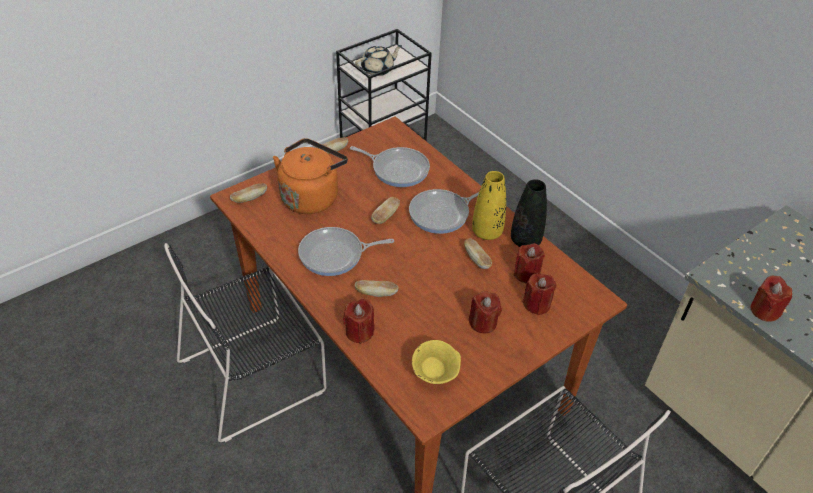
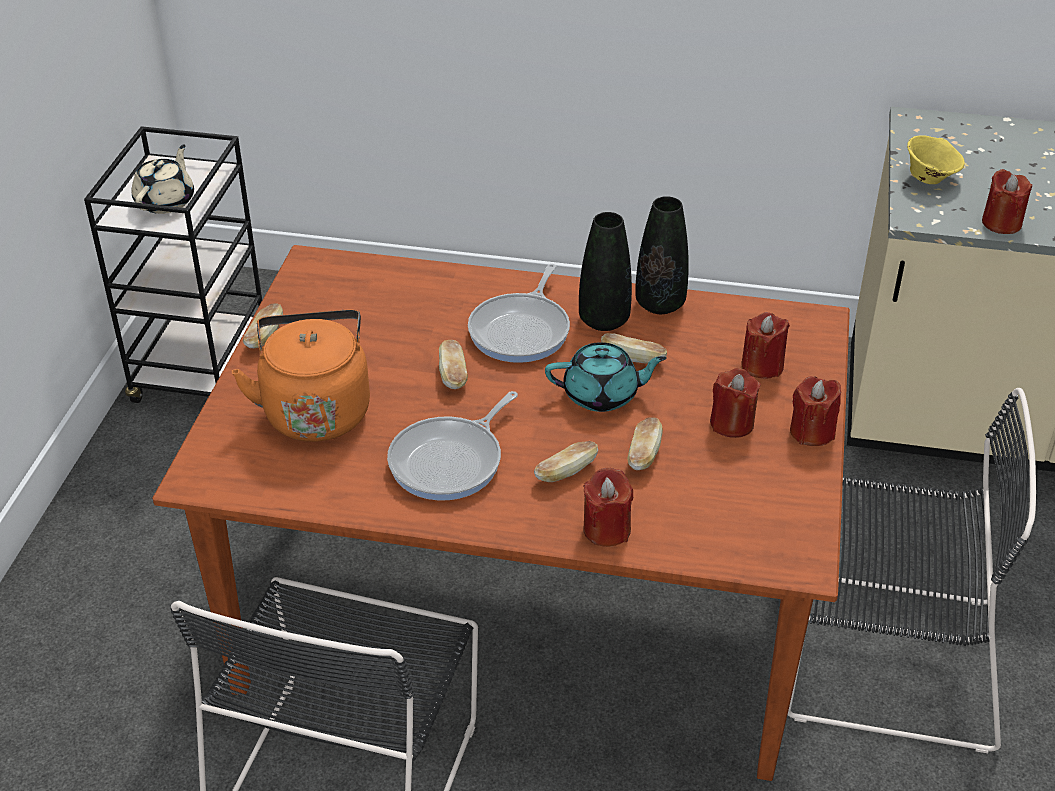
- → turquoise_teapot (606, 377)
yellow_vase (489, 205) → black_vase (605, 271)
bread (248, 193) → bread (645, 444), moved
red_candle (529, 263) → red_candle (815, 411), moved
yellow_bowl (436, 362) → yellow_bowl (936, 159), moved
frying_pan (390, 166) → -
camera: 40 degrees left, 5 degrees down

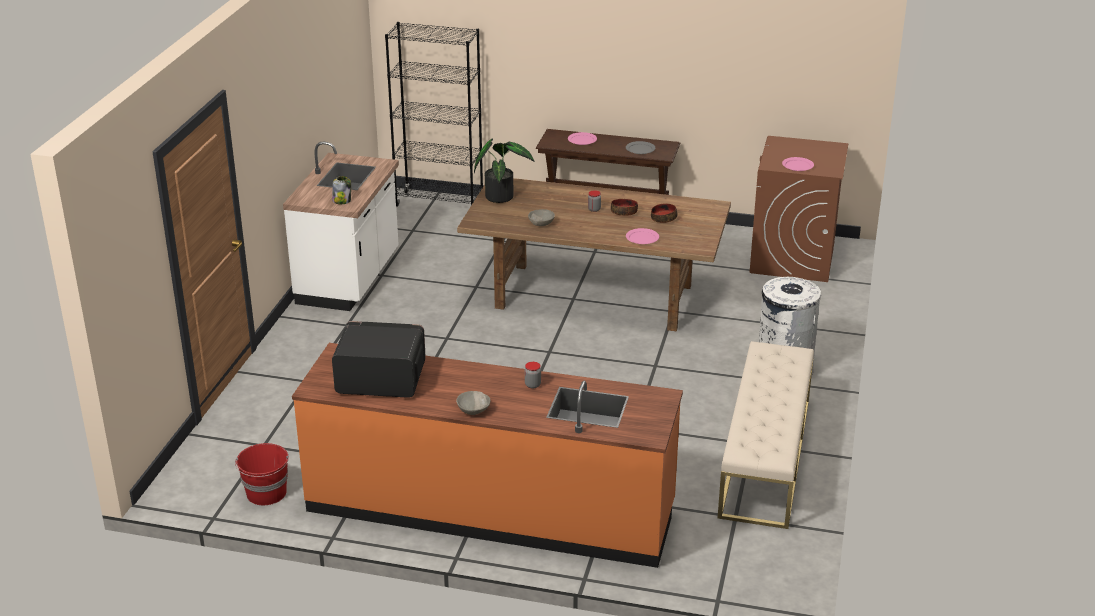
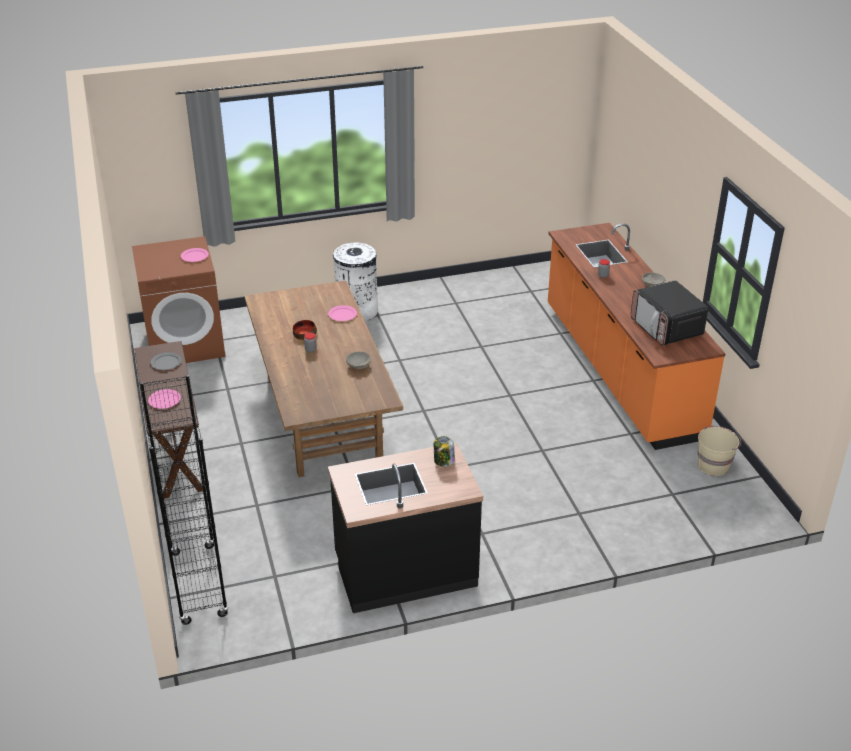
white_counter (341, 226) → black_counter (405, 528)
red_bucket (262, 474) → beige_bucket (719, 451)
potted_plant (504, 170) → -
bowl (664, 213) → -
beige_bench (766, 435) → -
camera: 120 degrees left, 5 degrees up

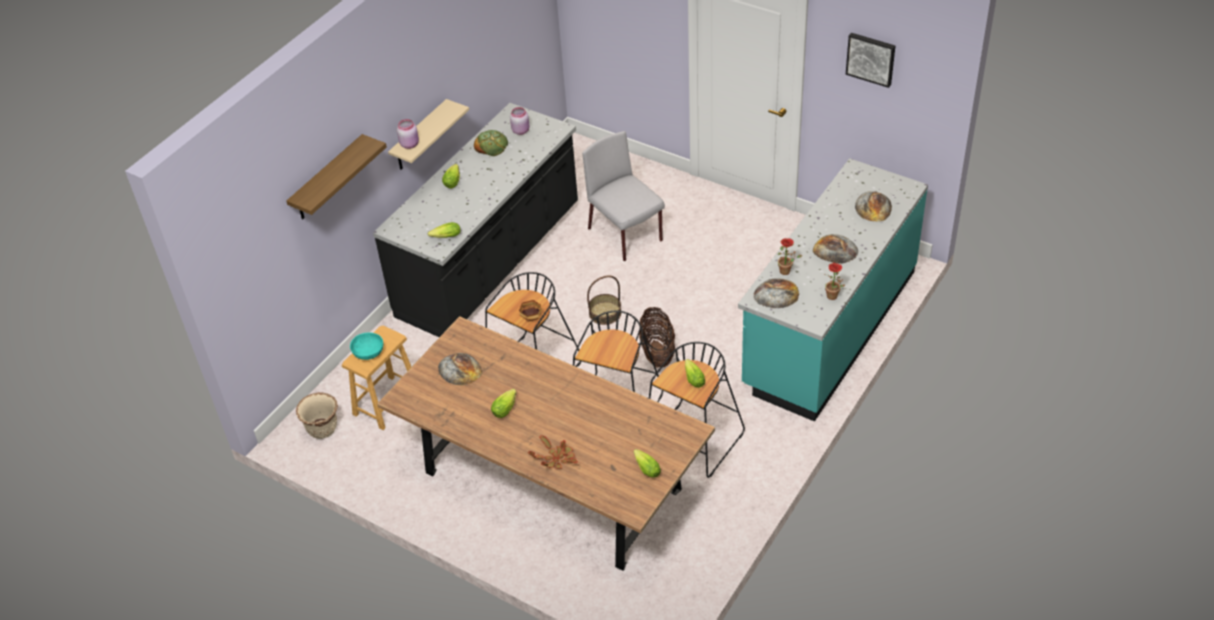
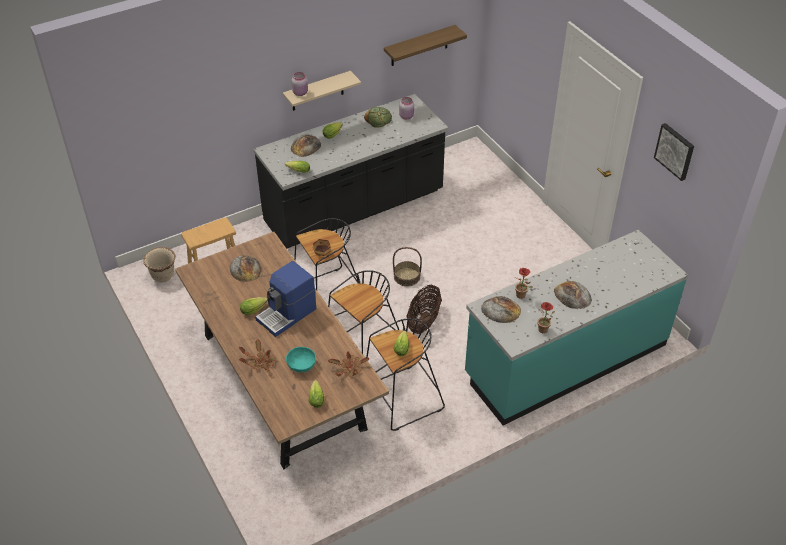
- → coffee_machine (285, 299)
turquoise_bowl (366, 346) → turquoise_bowl (301, 359), moved
bread (873, 206) → bread (306, 145), moved
- → potted_plant (348, 363)
shelf (336, 176) → shelf (425, 45), moved
grey_chair (623, 196) → -
camera: 25 degrees right, 0 degrees up

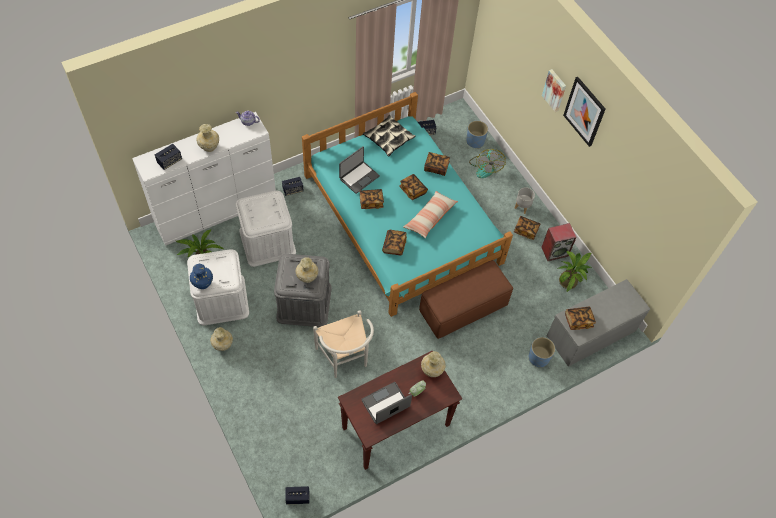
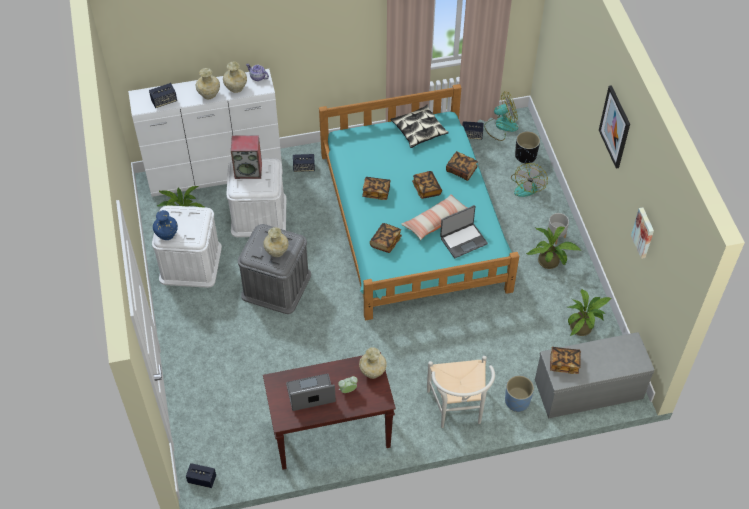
beige_vase (221, 339) → beige_vase (235, 77), moved
speaker (559, 242) → speaker (246, 157), moved
white_chair (343, 344) → white_chair (461, 392), moved
laptop (359, 170) → laptop (464, 231), moved
- → fan (501, 116)
blue_planter (477, 134) → black_planter (527, 147)
book (527, 228) → potted_plant (553, 248)
picture (554, 90) → picture (642, 233), moved
brown_ottoman (466, 299) → -
camera: 20 degrees right, 5 degrees down

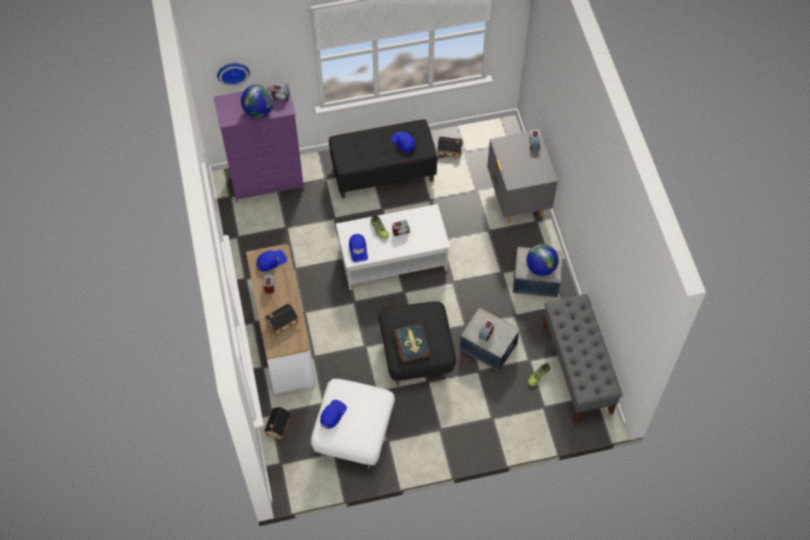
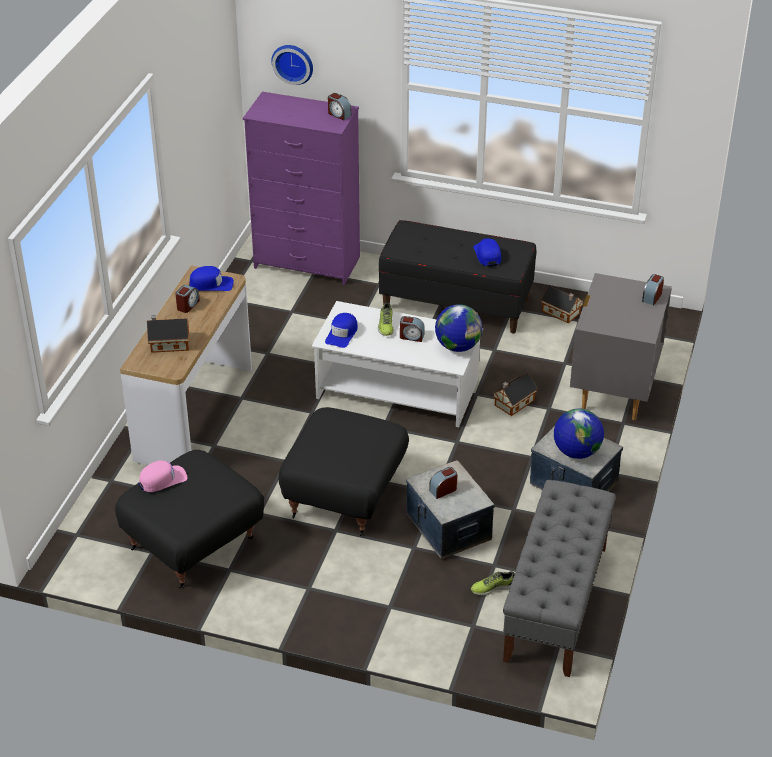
white_ottoman (353, 424) → black_ottoman (189, 519)
blue_cap (333, 414) → pink_cap (163, 476)
globe (257, 101) → globe (459, 328), moved
toy_house (277, 423) → toy_house (515, 394), moved
book (411, 343) → -
camera: 30 degrees right, 20 degrees down

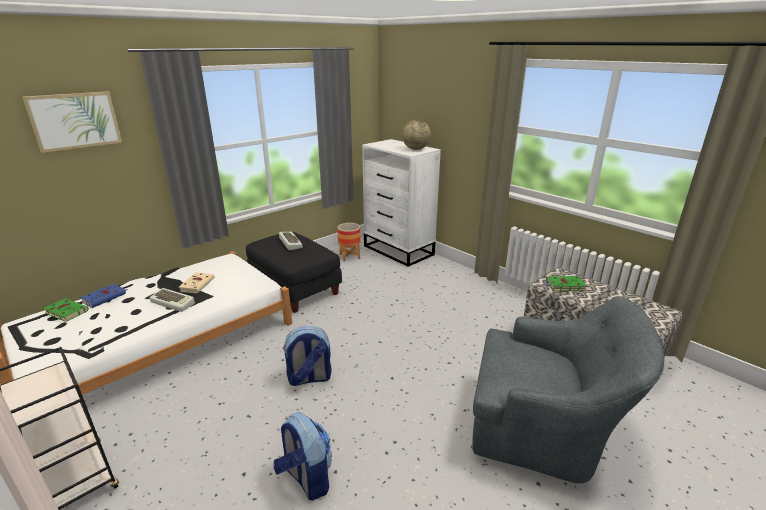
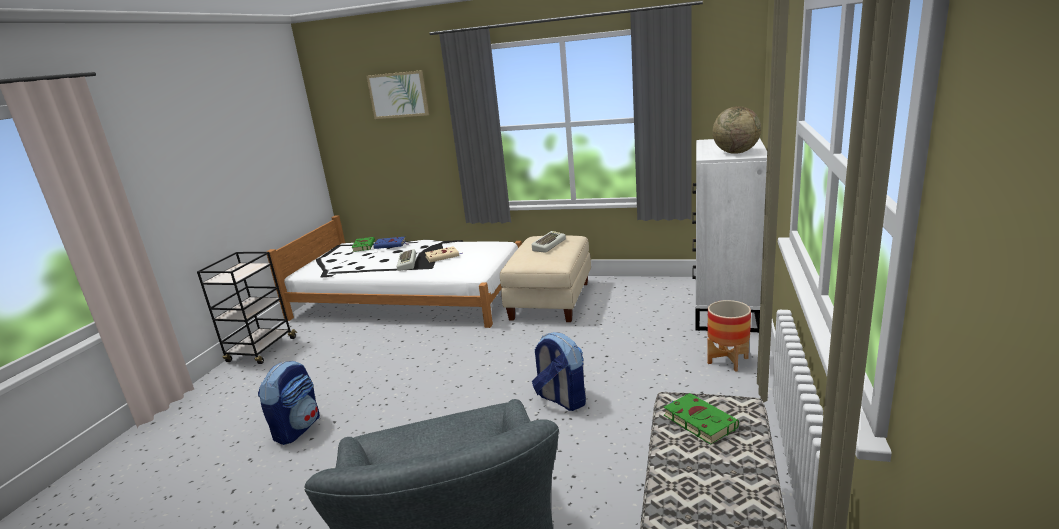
black_ottoman (294, 272) → beige_ottoman (545, 278)
backpack (307, 356) → backpack (559, 371), moved
planter (349, 242) → planter (729, 336), moved
camera: 60 degrees right, 5 degrees down

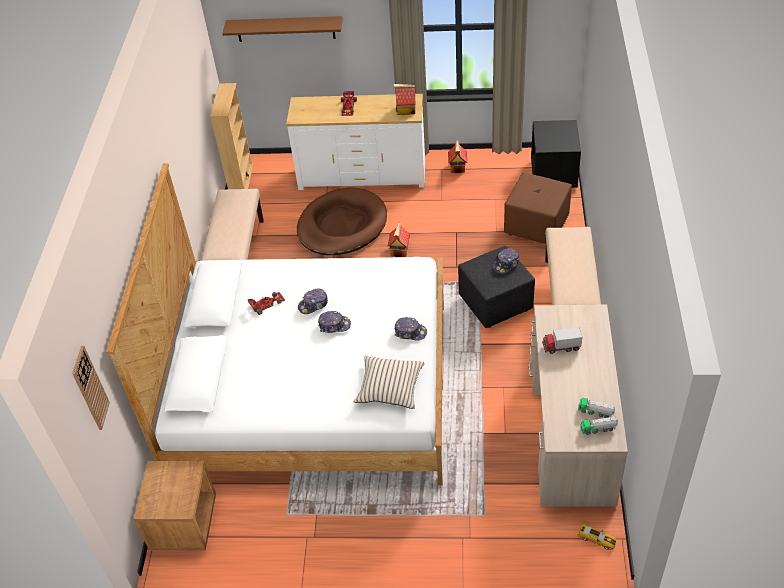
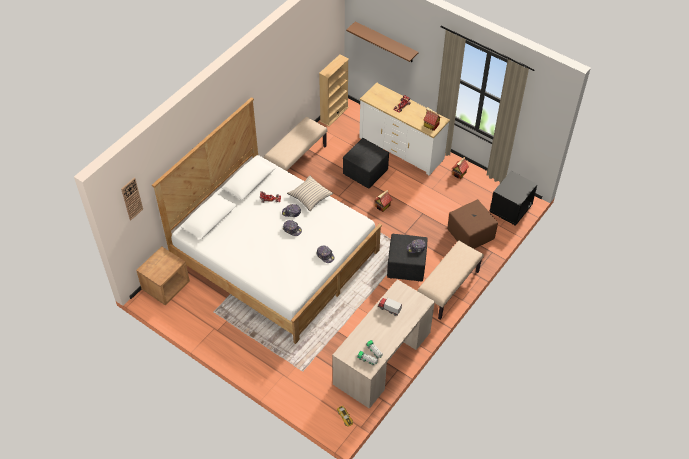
beige_pillow (389, 382) → beige_pillow (310, 193), moved
brown_dog_bed (342, 221) → black_ottoman (366, 163)
camera: 30 degrees right, 5 degrees up

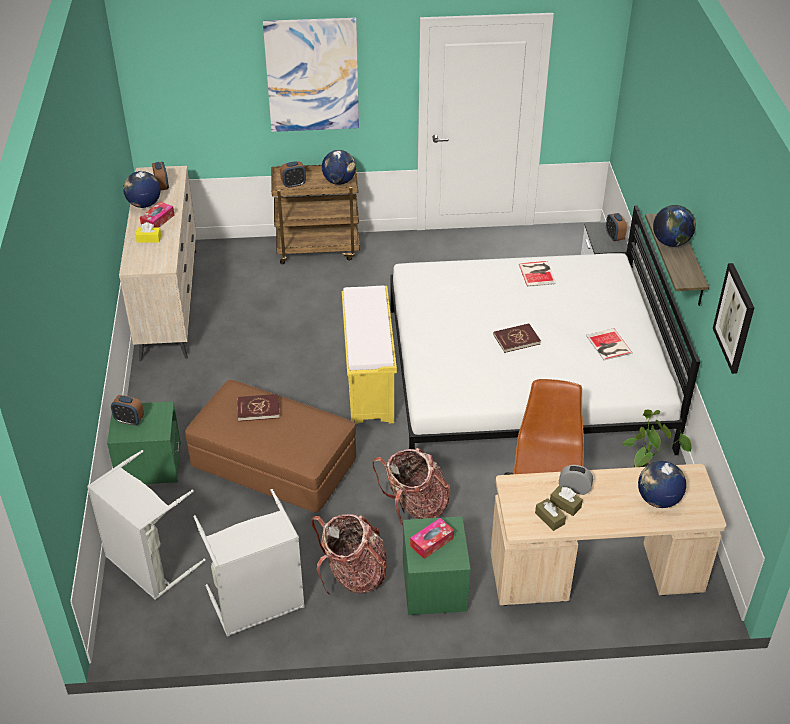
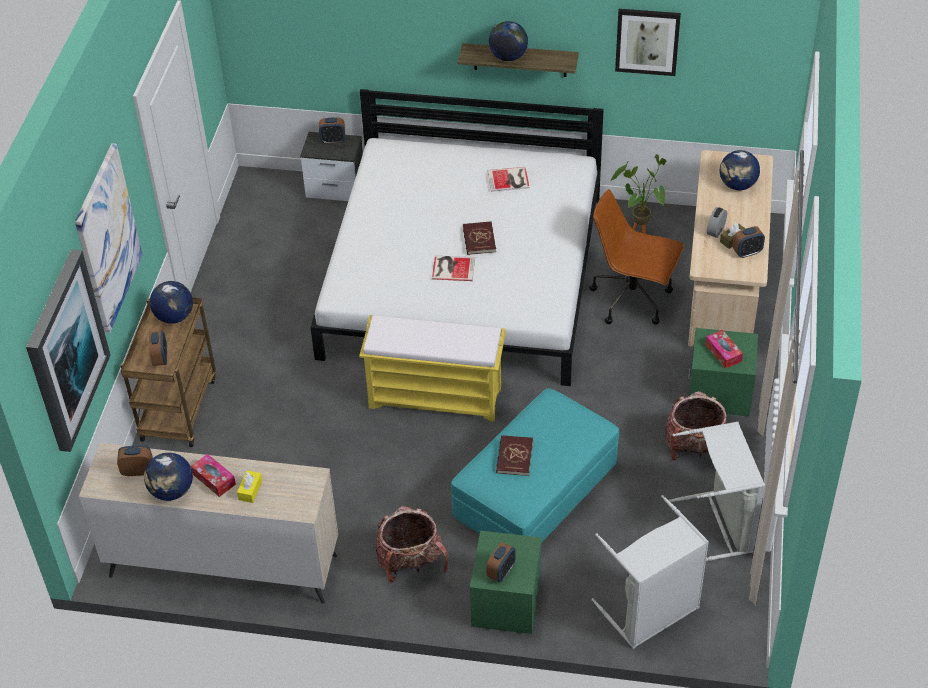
- → picture (68, 350)
backpack (411, 487) → backpack (411, 544), moved
book (537, 274) → book (453, 268), moved
brown_ottoman (270, 446) → turquoise_ottoman (535, 465)
brown_tissue_box (550, 514) → alarm_clock (748, 242)
camera: 75 degrees left, 5 degrees up

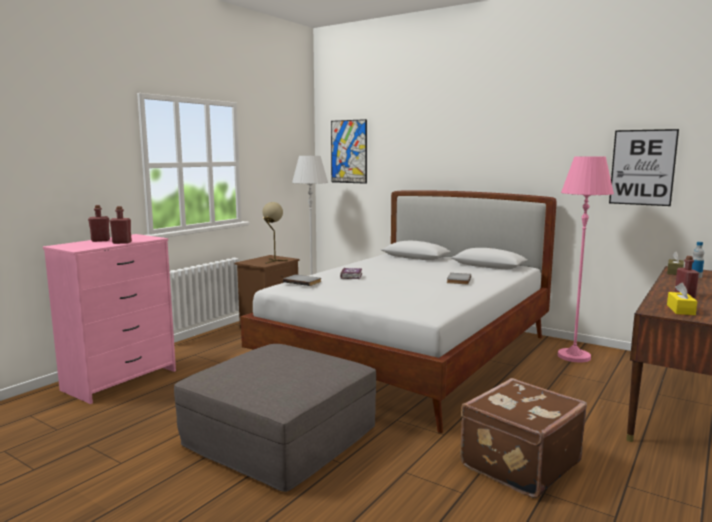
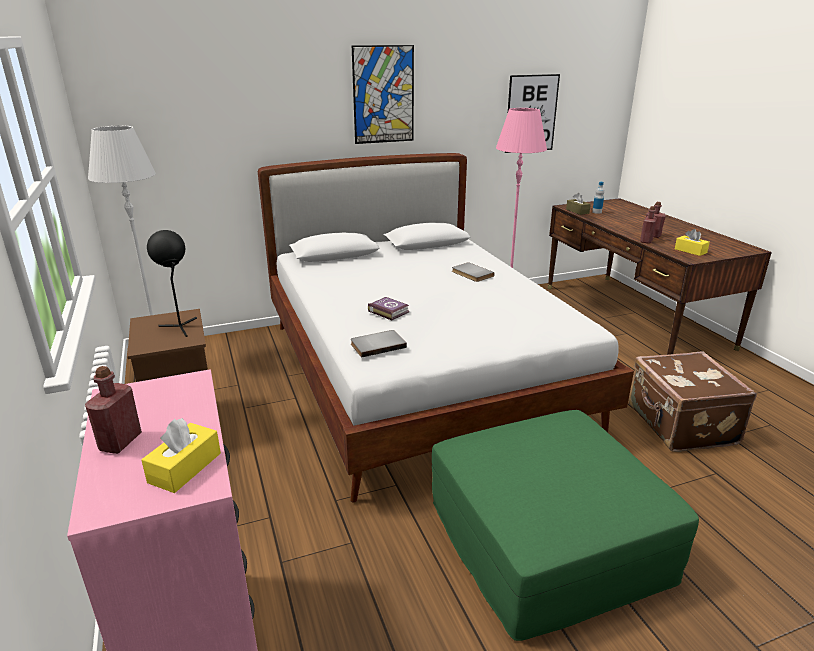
- → yellow_tissue_box (181, 455)
beige_table_lamp (275, 233) → black_table_lamp (172, 283)
picture (349, 151) → picture (383, 94), moved
grey_ottoman (275, 418) → green_ottoman (565, 525)
red_bottle (121, 225) → red_bottle (648, 225), moved
camera: 55 degrees left, 15 degrees up

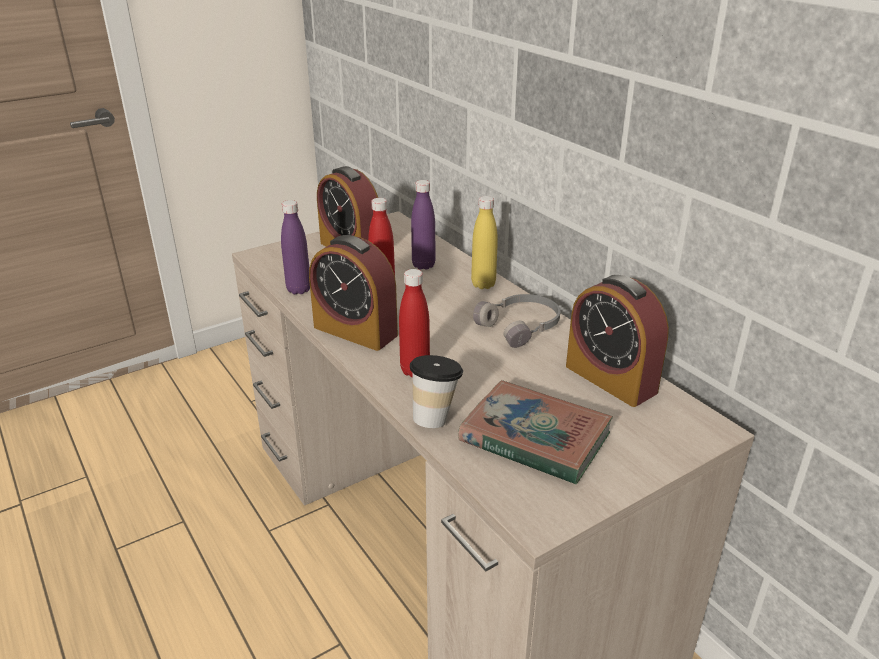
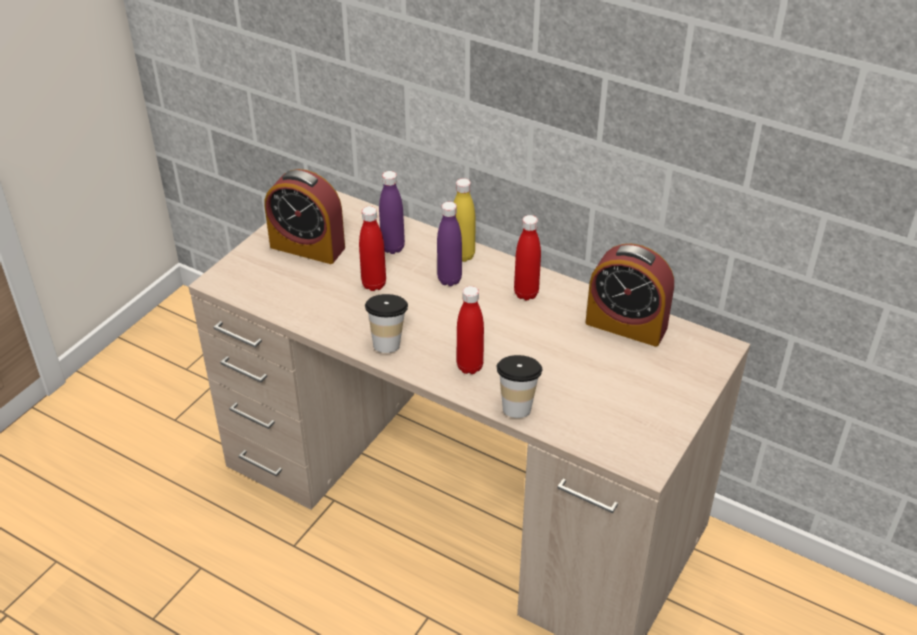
alarm_clock (353, 293) → cup (386, 323)
purple_bottle (295, 247) → purple_bottle (449, 244), moved
grey_headphones (516, 321) → red_bottle (527, 257)
book (535, 432) → -
camera: 25 degrees left, 10 degrees up

